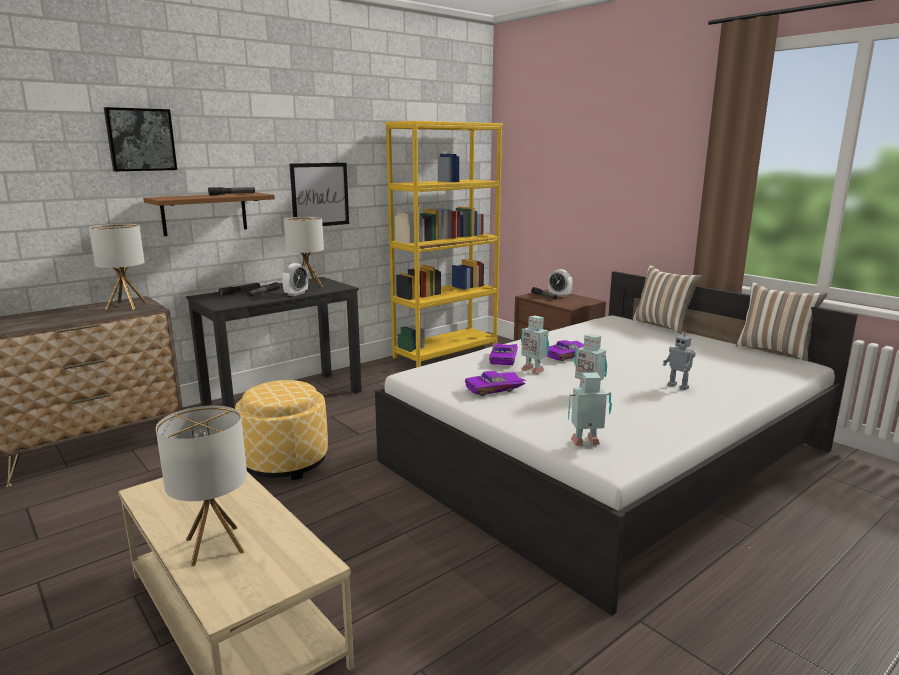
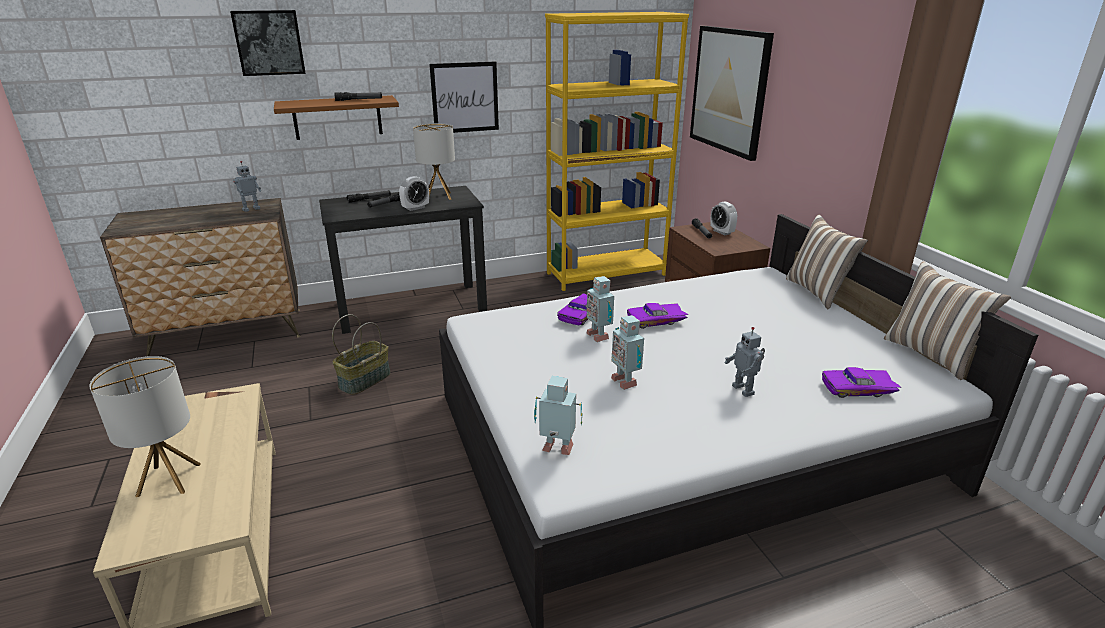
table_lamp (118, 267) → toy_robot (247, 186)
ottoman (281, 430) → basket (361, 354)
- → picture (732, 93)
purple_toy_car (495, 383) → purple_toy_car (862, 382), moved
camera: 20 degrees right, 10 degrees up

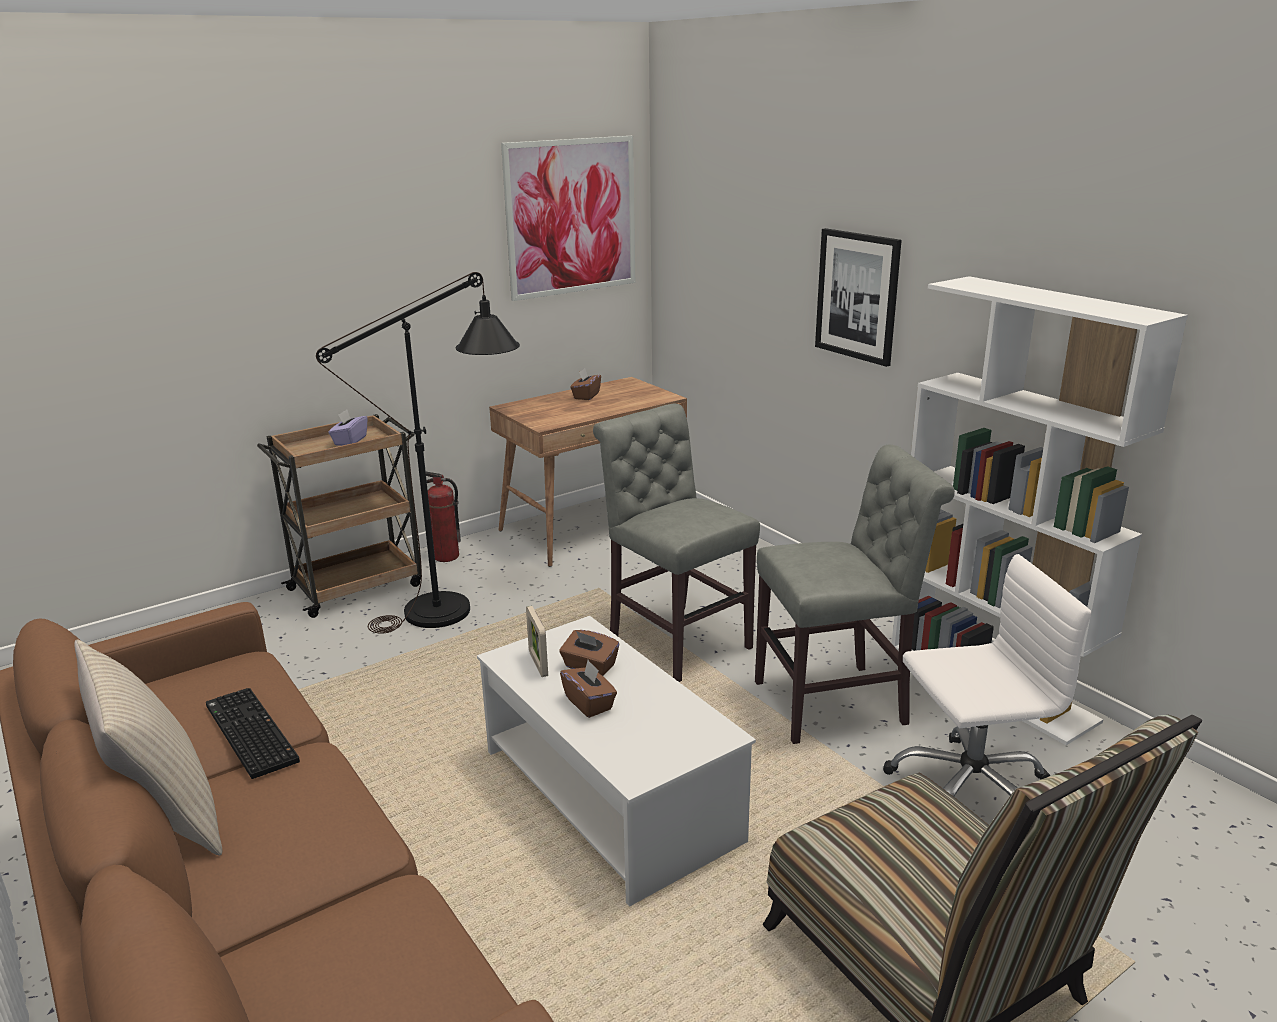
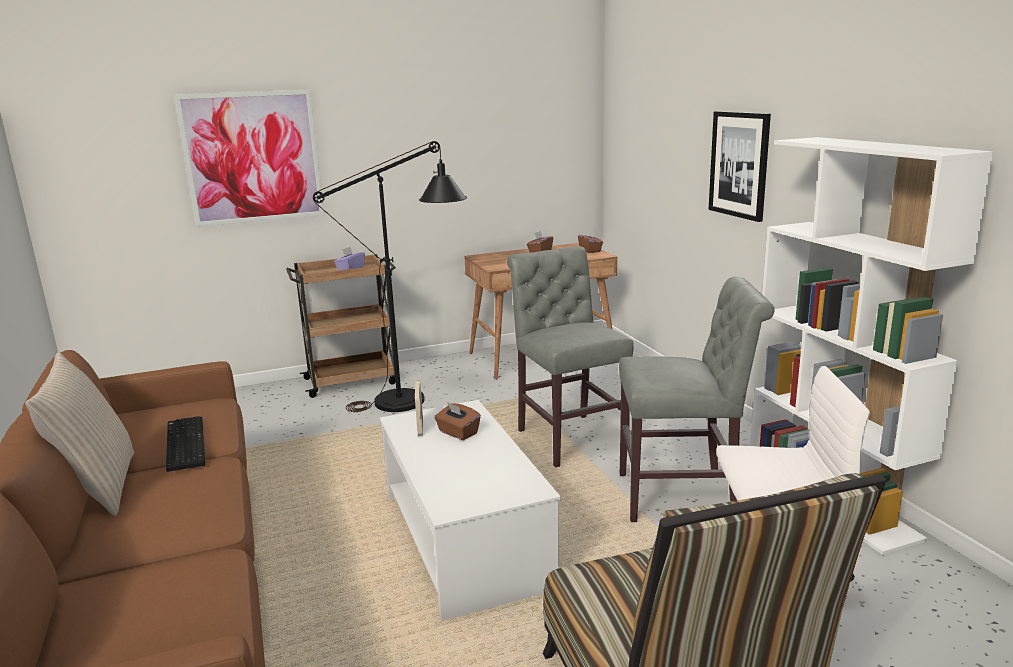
picture (568, 218) → picture (249, 158), moved
brown_tissue_box (588, 689) → brown_tissue_box (590, 241), moved
fire_extinguisher (443, 517) → -
camera: 15 degrees right, 5 degrees down

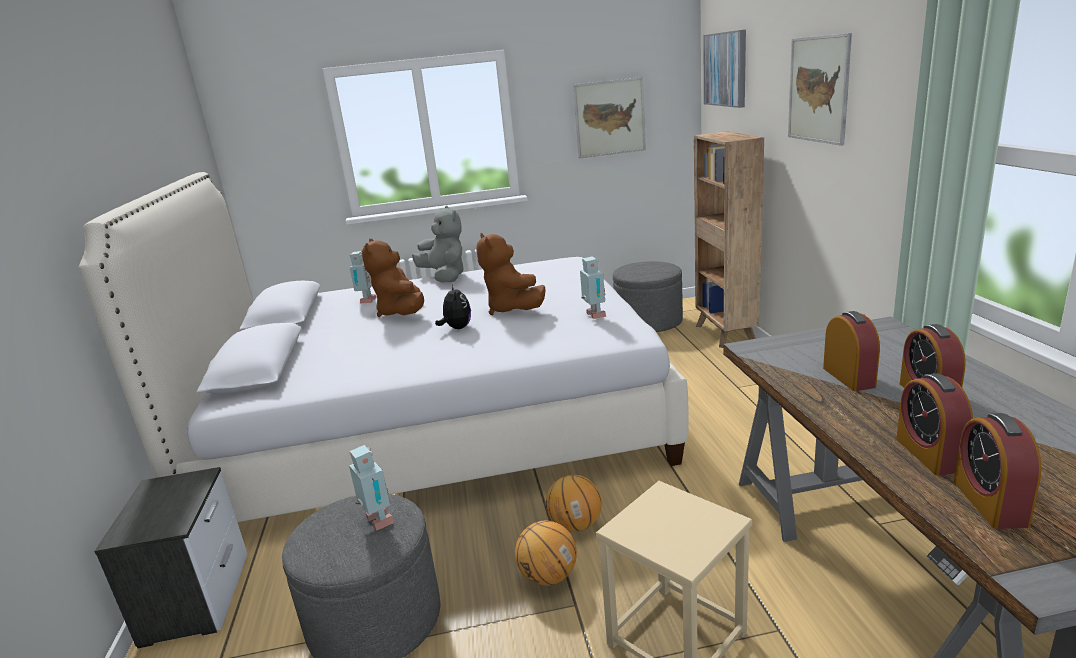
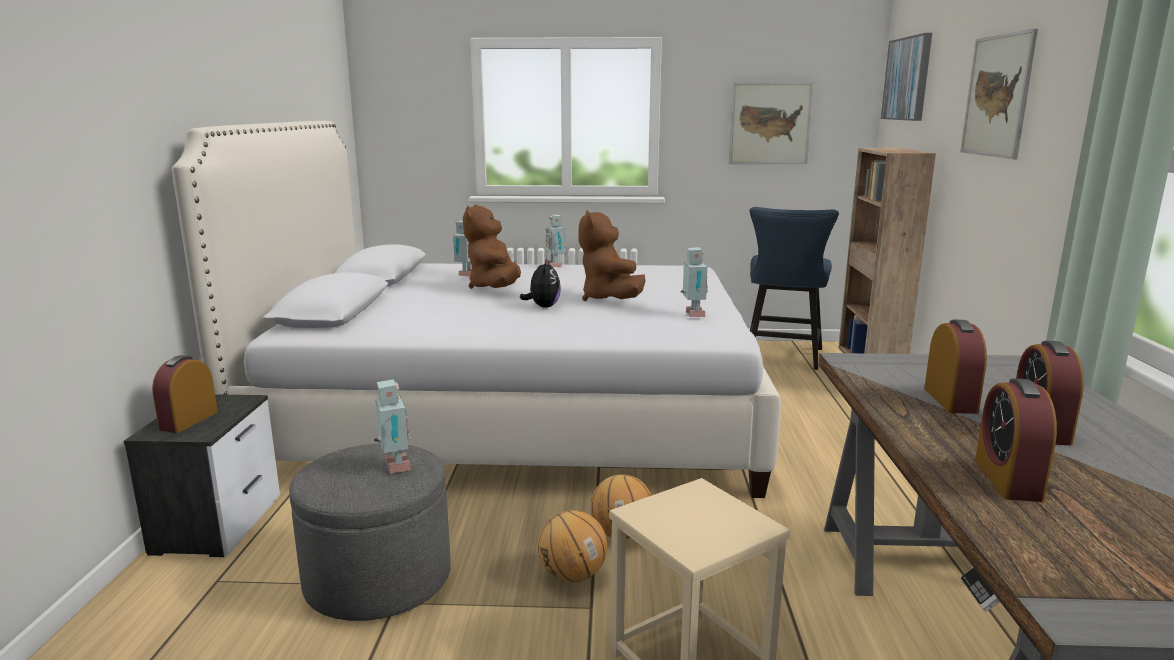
alarm_clock (998, 471) → alarm_clock (185, 394), moved
grey_plush_toy (438, 244) → toy_robot (555, 241)
grey_ottoman (648, 296) → blue_chair (794, 288)
camera: 10 degrees right, 5 degrees down

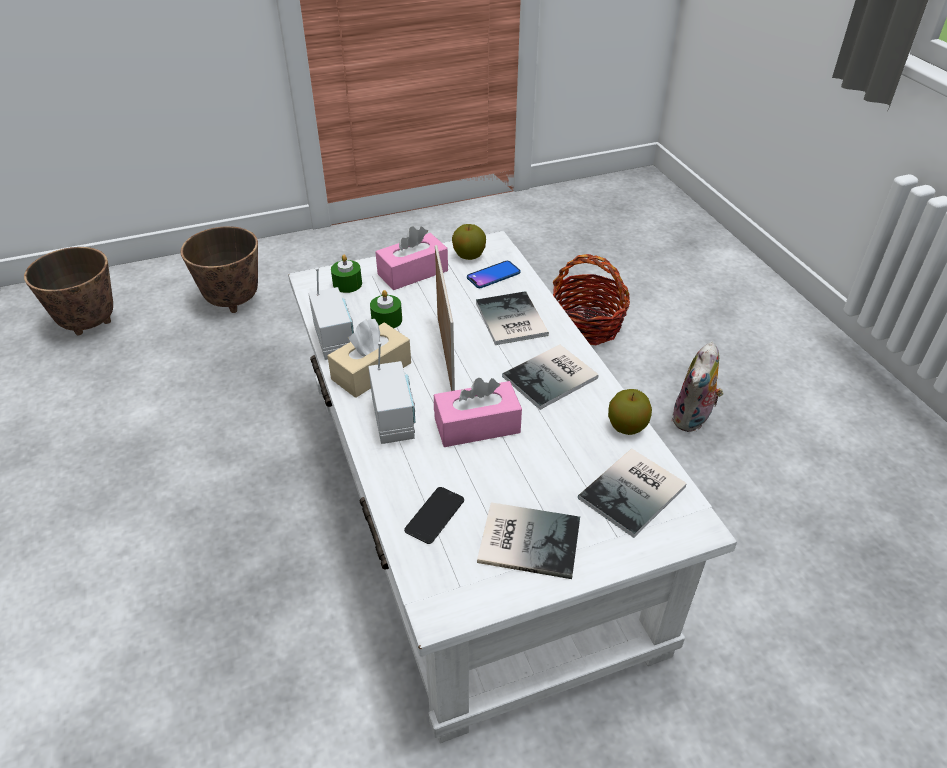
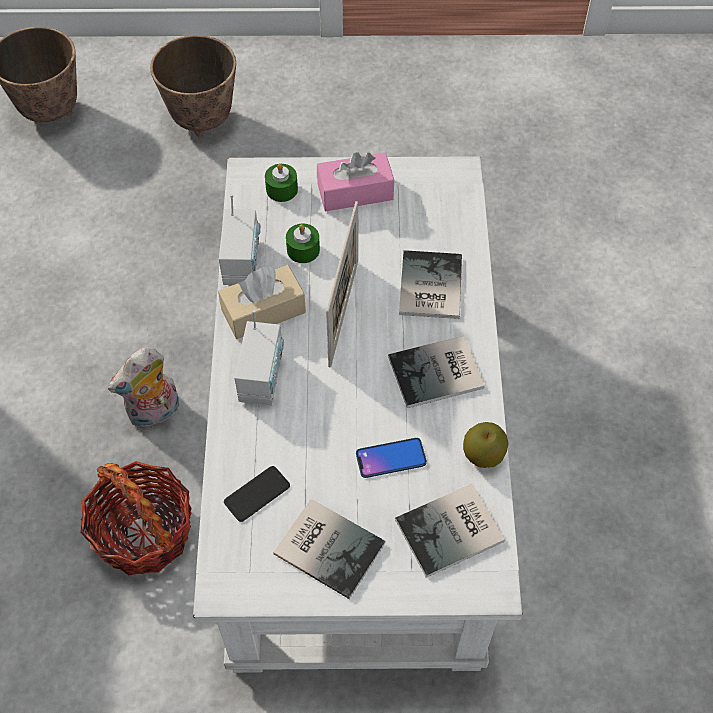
basket (591, 299) → basket (136, 518), moved
plush_toy (697, 387) → plush_toy (143, 388), moved
phone (494, 274) → phone (391, 458), moved
pink_tissue_box (478, 412) → -
apple (469, 242) → -
camera: 20 degrees right, 15 degrees up

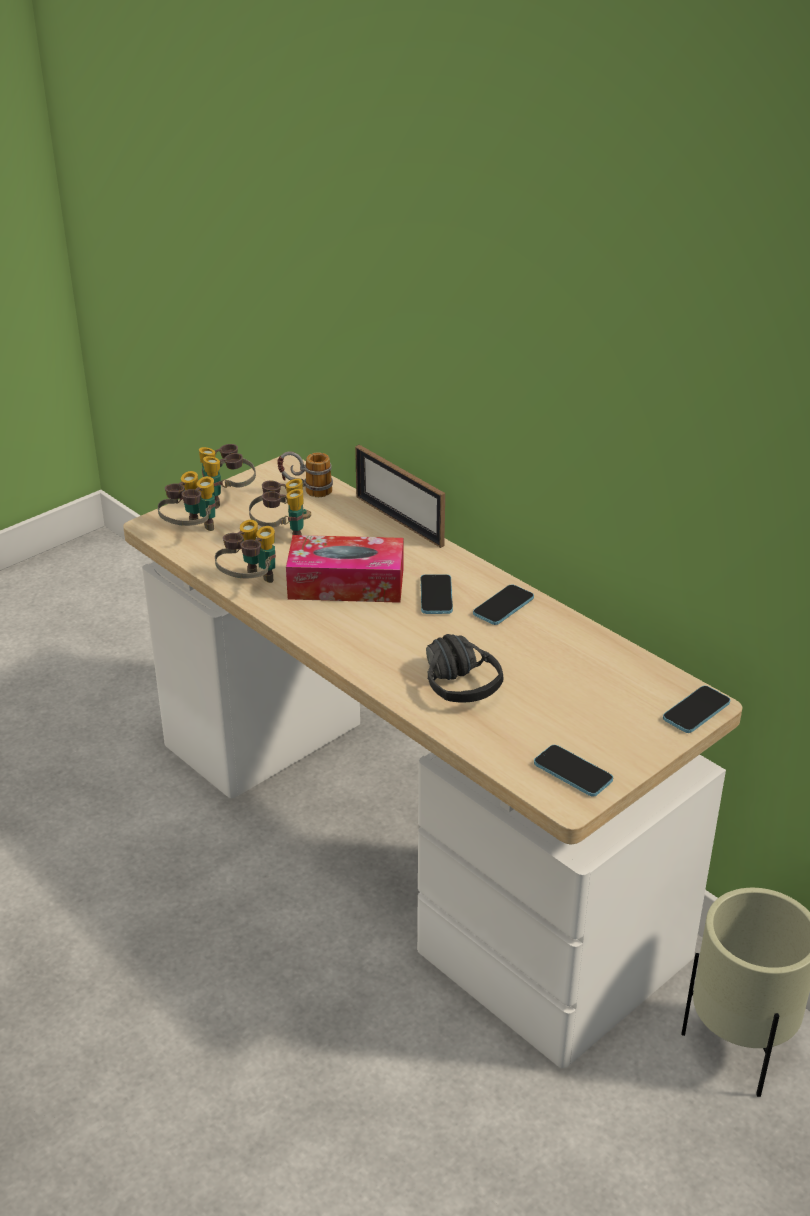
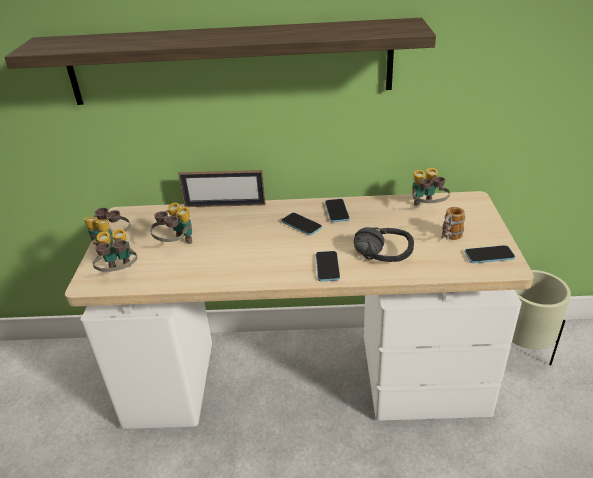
- → shelf (220, 61)
phone (696, 709) → phone (328, 266), moved
binoculars (245, 551) → binoculars (431, 187), moved
mug (305, 474) → mug (453, 223), moved
tissue_box (344, 569) → -
camera: 45 degrees left, 0 degrees up

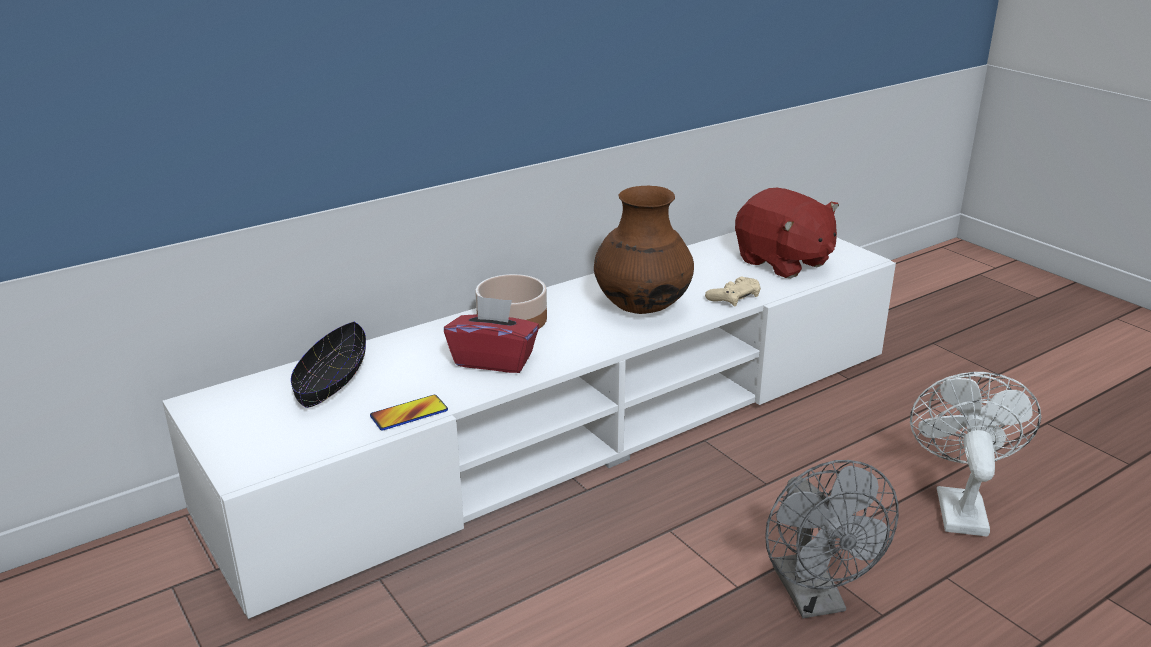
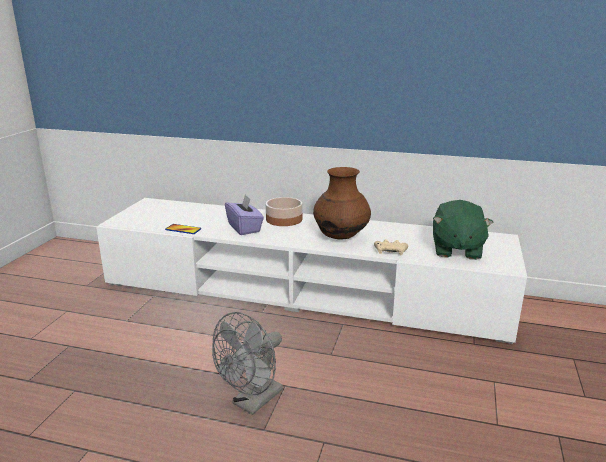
red_tissue_box (491, 334) → purple_tissue_box (244, 214)
red_plush_toy (787, 233) → green_plush_toy (463, 230)
black_bowl (328, 365) → -
white_fan (975, 454) → -
camera: 50 degrees right, 5 degrees down

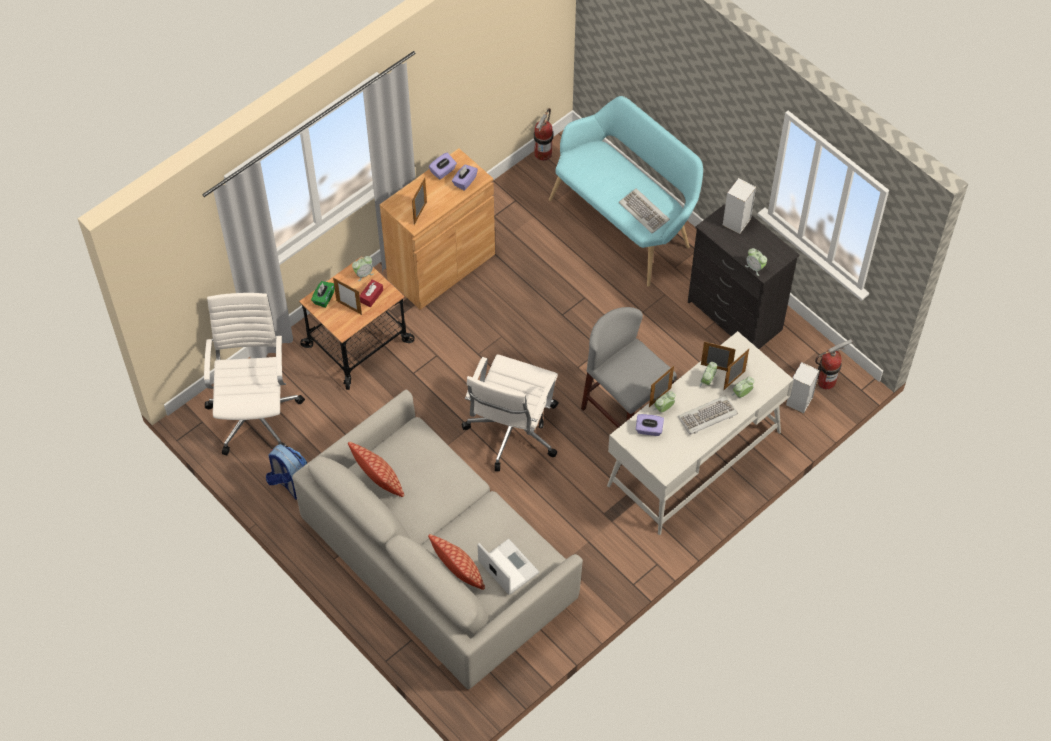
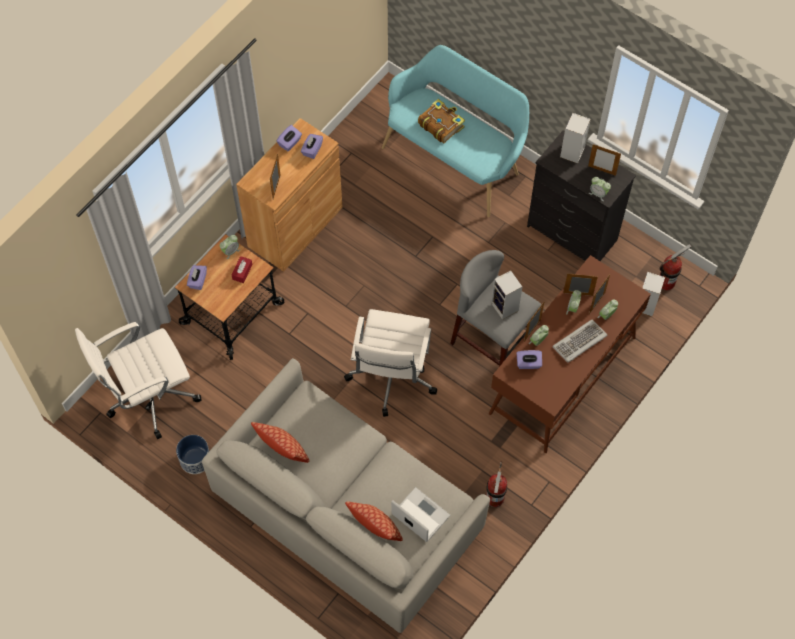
white_office_chair (254, 374) → white_office_chair (138, 380), 105 degrees counterclockwise
backpack (286, 472) → planter (192, 454)
green_tissue_box (323, 294) → purple_tissue_box (197, 277)
- → book (441, 121)
fire_extinguisher (543, 134) → fire_extinguisher (496, 484), moved
white_desk (700, 433) → brown_desk (570, 354)
- → speaker (506, 295)
picture_frame (347, 296) → picture_frame (604, 160), moved
keyboard (644, 211) → -
camera: 10 degrees left, 5 degrees up

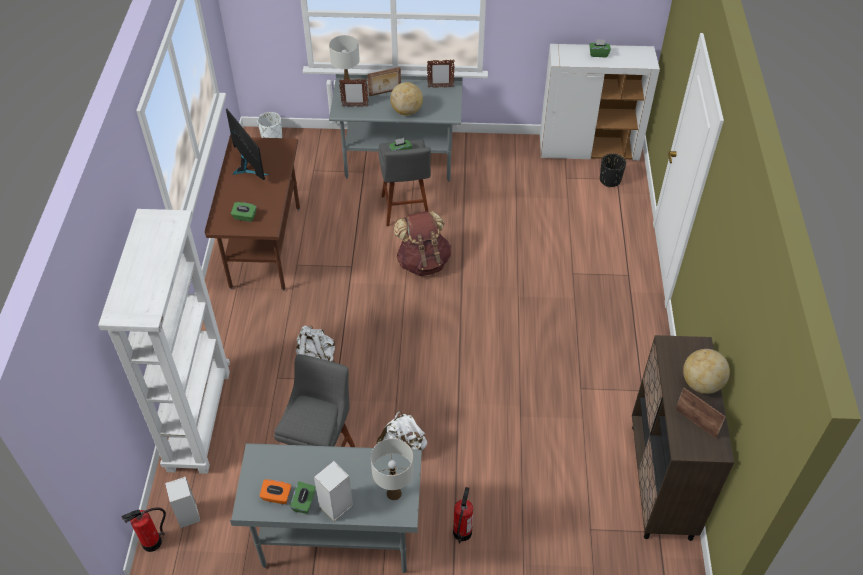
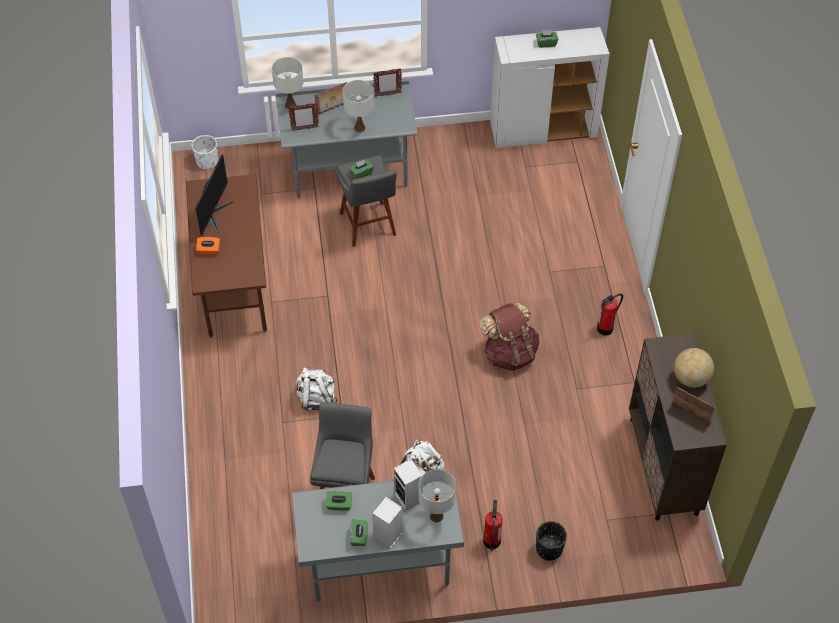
monitor (247, 144) → monitor (214, 194), 60 degrees clockwise
orange_tissue_box (275, 491) → orange_tissue_box (208, 246), moved
green_tissue_box (243, 212) → green_tissue_box (339, 501), moved
globe (406, 98) → white_table_lamp (358, 106)
speaker (183, 502) → speaker (408, 485), moved
brown_backpack (422, 243) → brown_backpack (510, 336), moved
black_planter (613, 171) → black_planter (551, 541), moved
fire_extinguisher (143, 529) → fire_extinguisher (610, 314), moved
white_bookcase (164, 341) → -
camera: 10 degrees left, 5 degrees up

